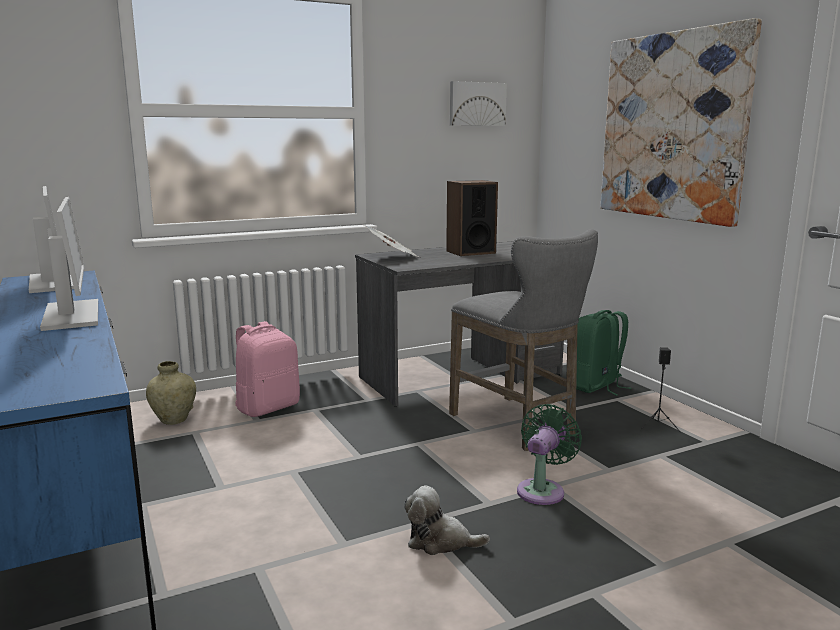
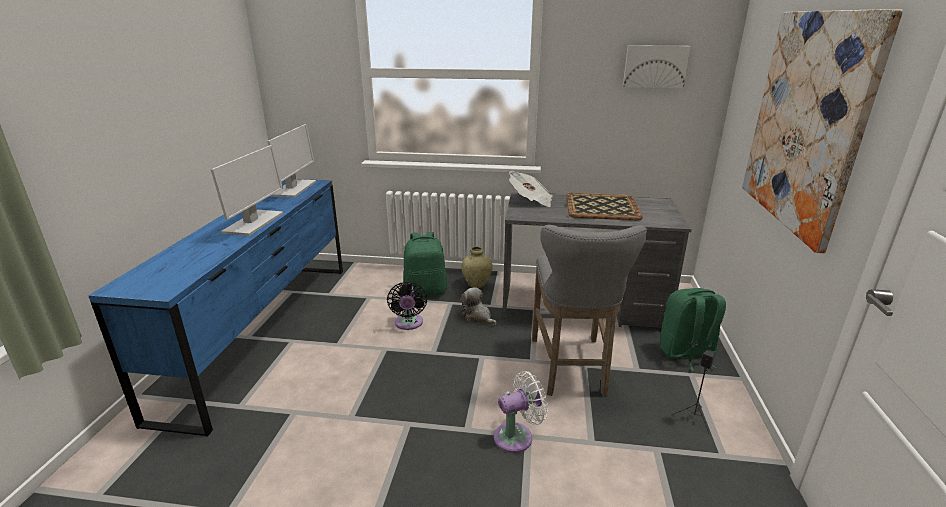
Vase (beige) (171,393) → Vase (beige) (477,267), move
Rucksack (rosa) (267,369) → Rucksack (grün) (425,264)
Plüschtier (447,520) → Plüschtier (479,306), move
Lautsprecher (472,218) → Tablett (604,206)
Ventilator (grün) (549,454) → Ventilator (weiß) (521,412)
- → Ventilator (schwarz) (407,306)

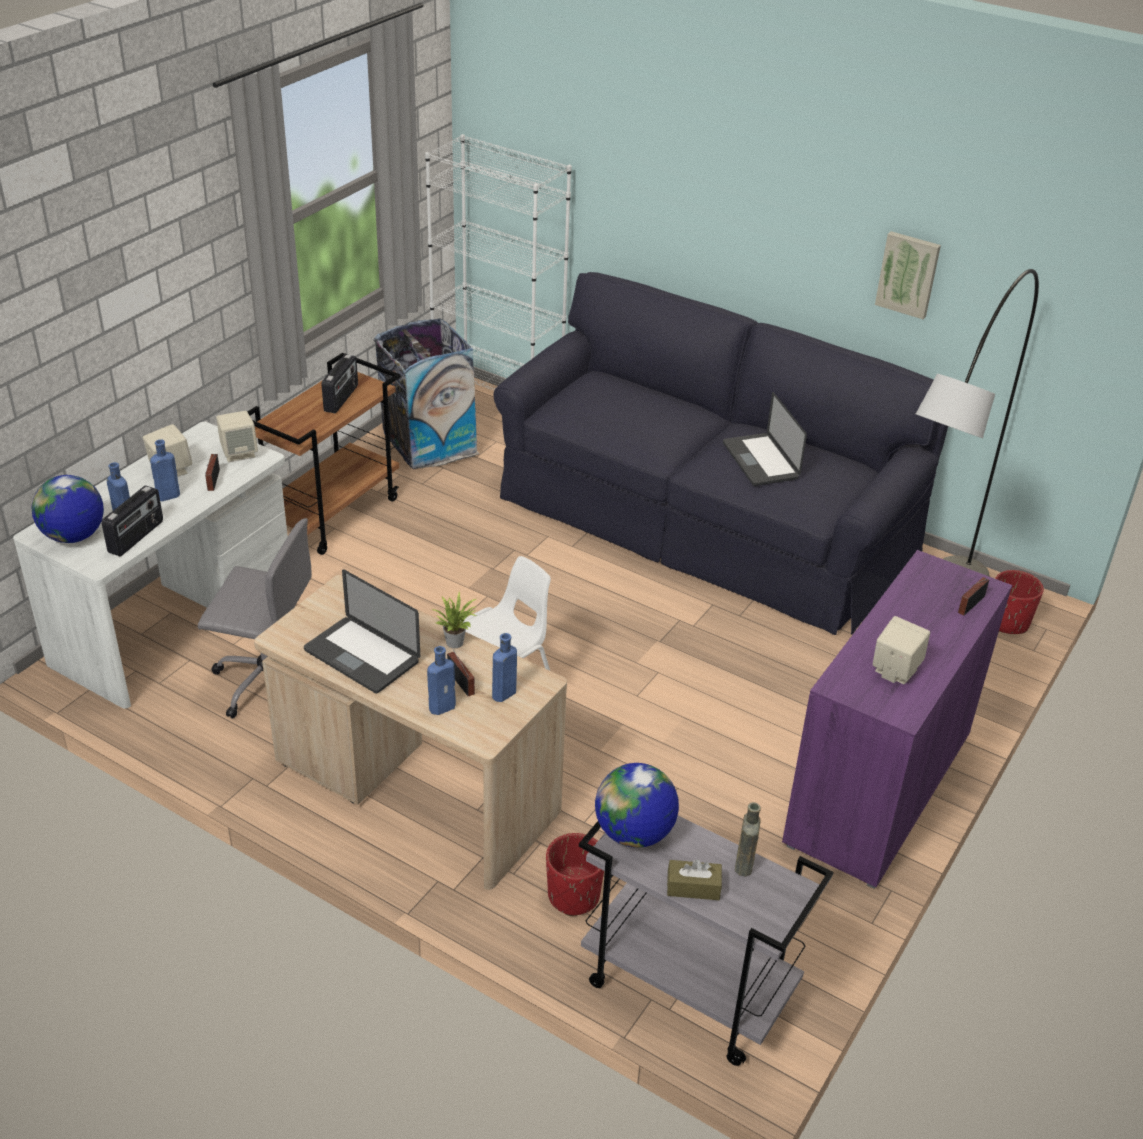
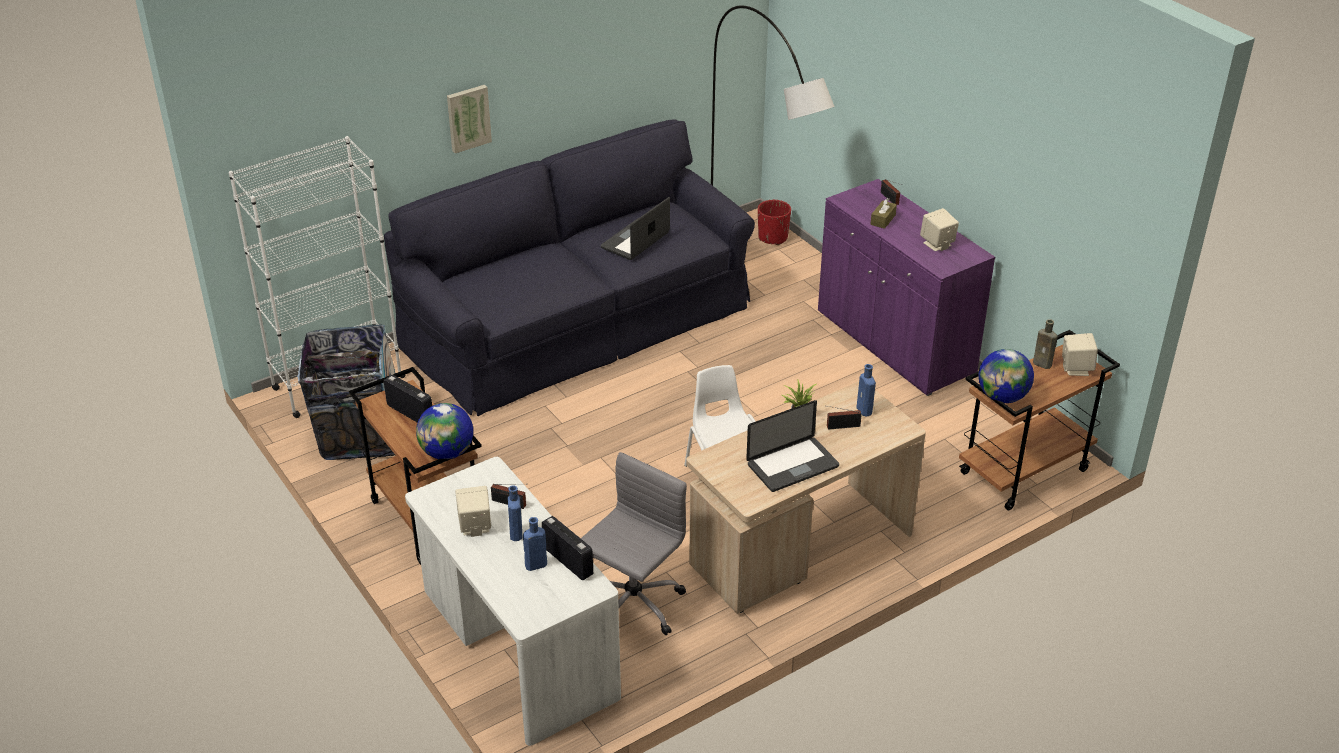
Globus (68,509) → Globus (444,431), move
Lautsprecher (beige) (237,436) → Lautsprecher (beige) (1080,354), move
Flasche (blau) (441,680) → -
Pflanzkübel (rot) (575,874) → -
Rollwagen (grau) (706,941) → Rollwagen (braun) (1039,420)
Taschentuchbox (braun) (694,879) → Taschentuchbox (braun) (883,213), move
Laptop (765,439) → Laptop (635,228), 120 degrees clockwise
Bild (908,275) → Bild (469,119), move

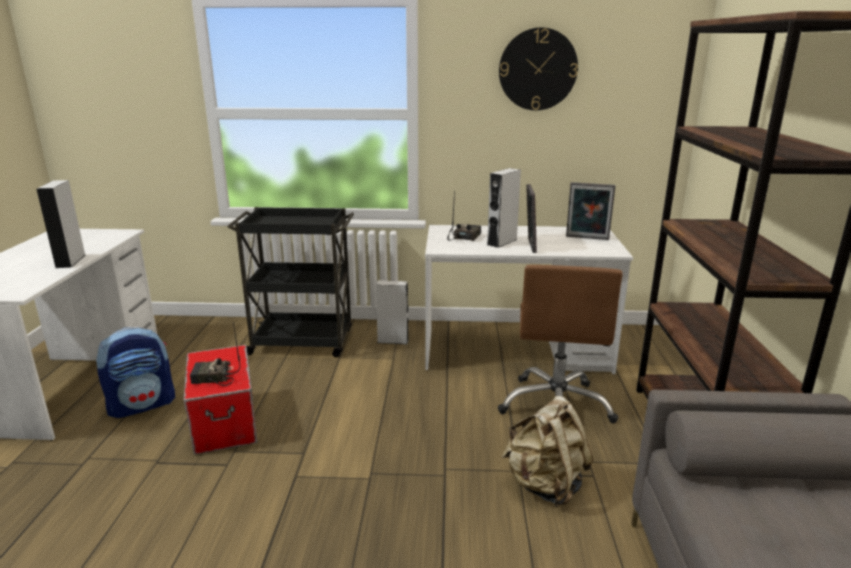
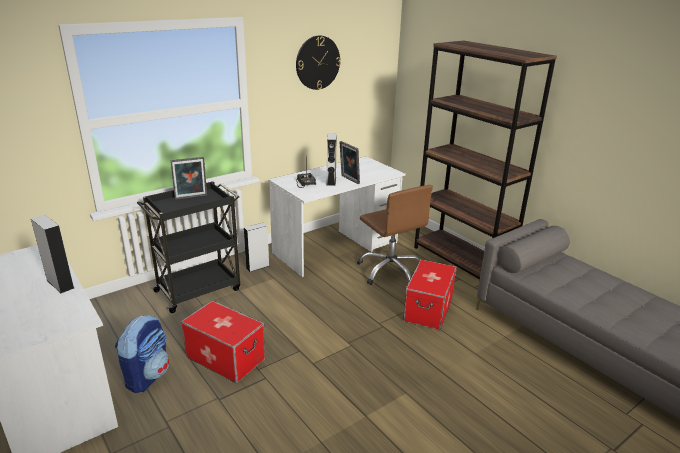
Radio (215,354) → -
Rucksack (beige) (547,451) → Aufbewahrungsbox (430,294)
Bilderrahmen (590,211) → Bilderrahmen (188,178), move

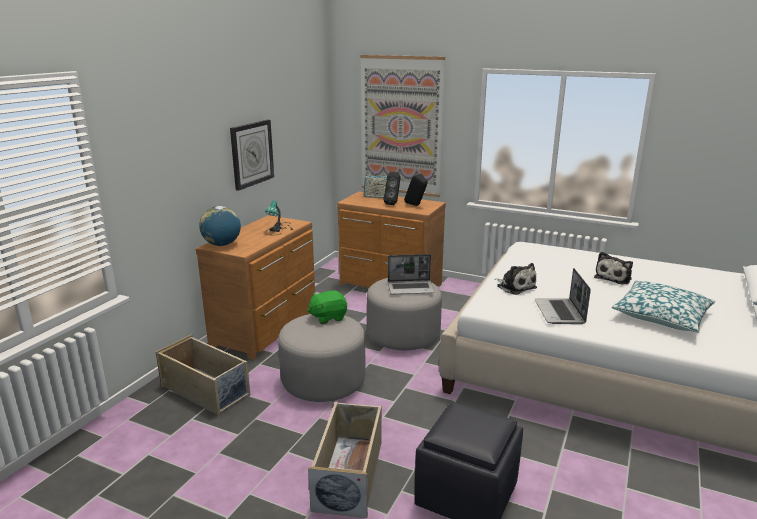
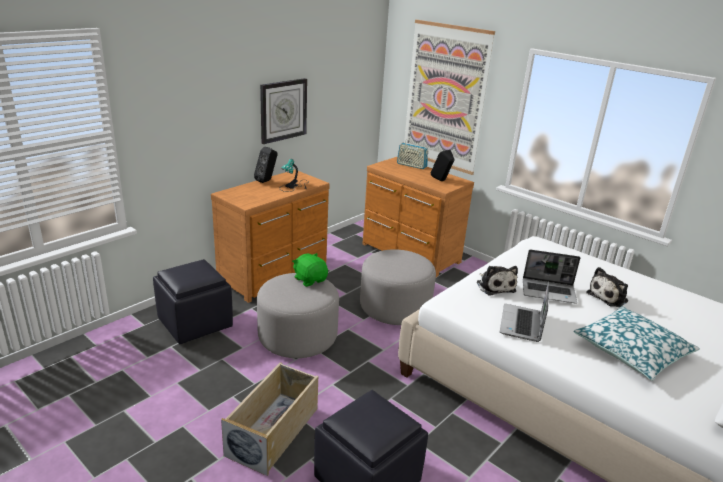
Aufbewahrungsbox (beige) (203,375) → Polsterhocker (schwarz) (193,301)
Globus (220,226) → -
Plüschtier (grün) (327,307) → Plüschtier (grün) (310,270), 60 degrees clockwise
Lautsprecher (schwarz) (392,188) → Lautsprecher (schwarz) (265,165), move
Laptop (411,274) → Laptop (551,276), move

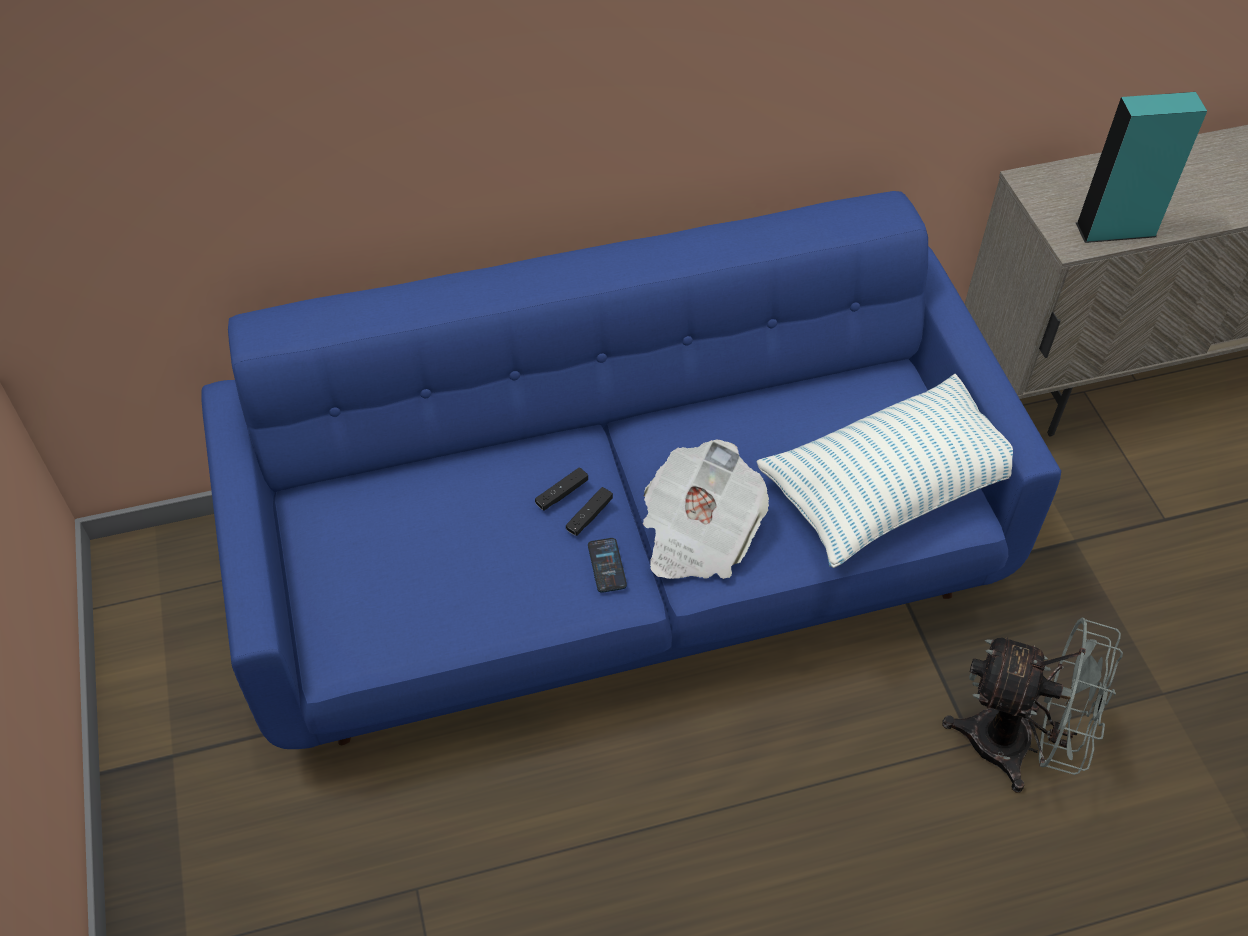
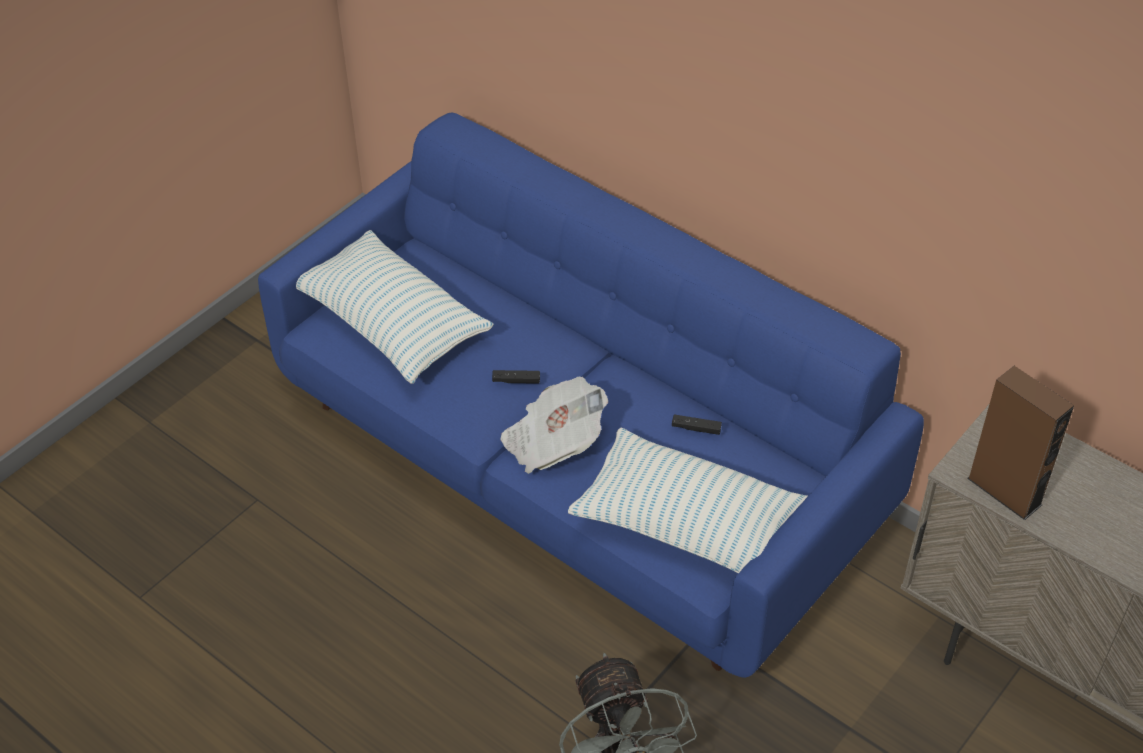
Gamepad (schwarz) (561,489) → Gamepad (schwarz) (697,424), move
Handy (607,565) → -
Lautsprecher (türkis) (1141,167) → Lautsprecher (braun) (1020,443)
- → Kissen (395,307)

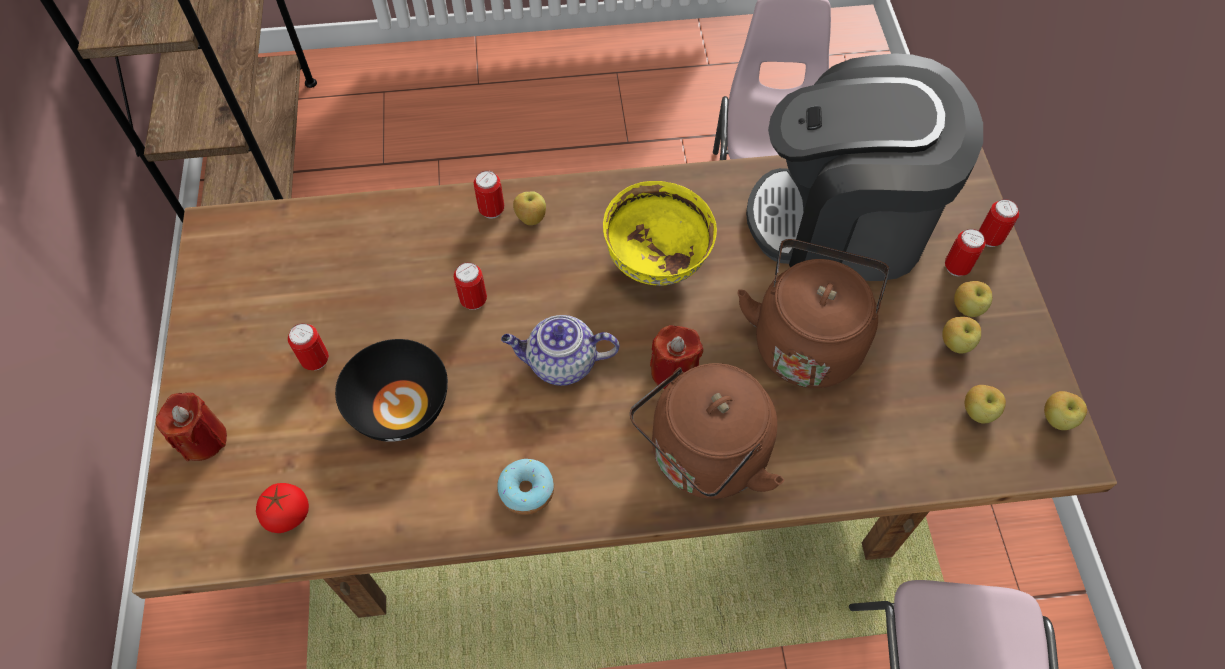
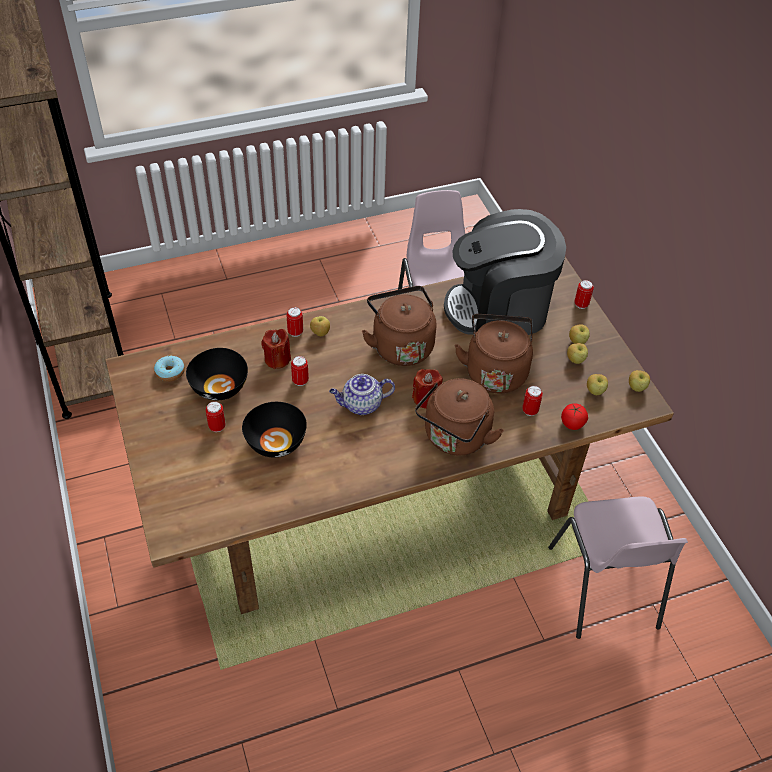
Kerze (rot) (191,427) → Kerze (rot) (276,349), move
Tomate (282,508) → Tomate (574,416), move
Donut (525,487) → Donut (169,368), move
Schüssel (gelb) (660,233) → Wasserkessel (braun) (399,326)
Dose (965,252) → Dose (532,401), move
- → Schüssel (schwarz) (217,374)

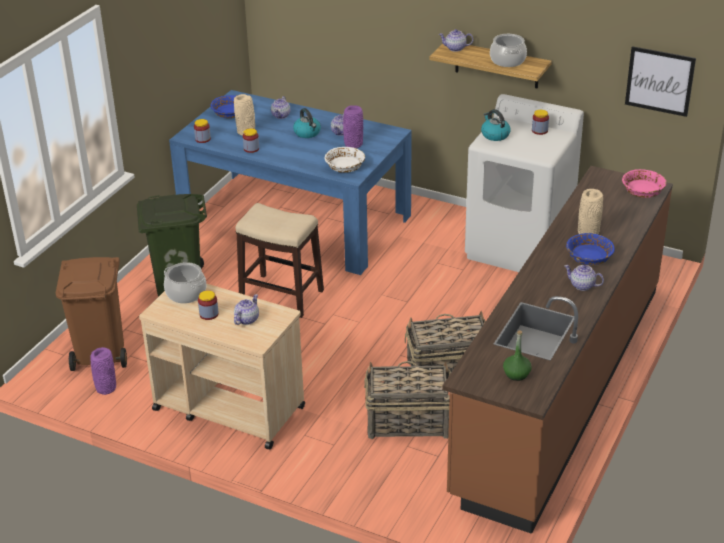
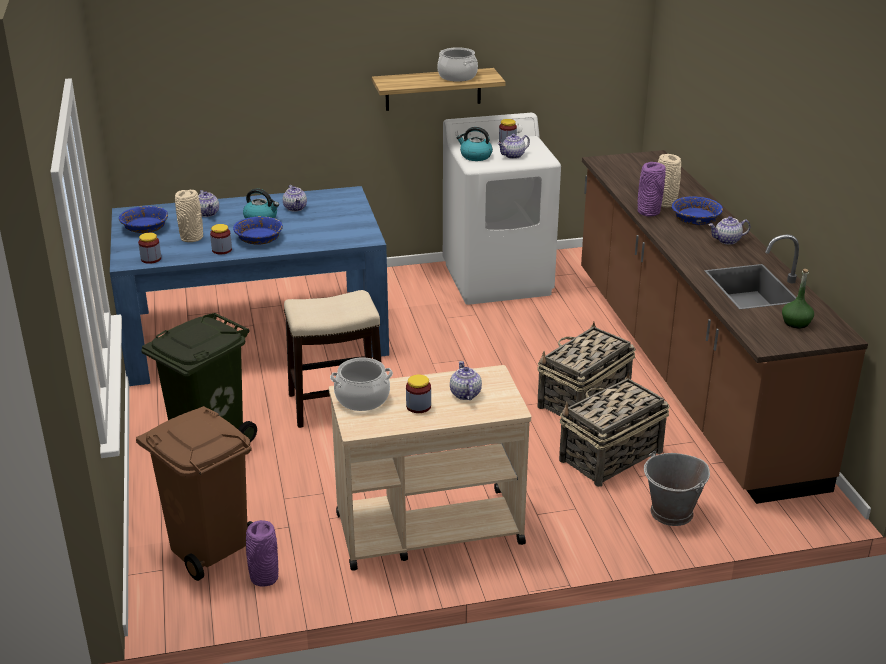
Schüssel (weiß) (345,160) → -
Vase (lila) (353,126) → Vase (lila) (652,189), move
Teekanne (456,40) → Teekanne (513,146), move
Schüssel (rosa) (644,183) → -
Bild (660,81) → -
- → Schüssel (blau) (258,230)
- → Eimer (grau) (677,488)

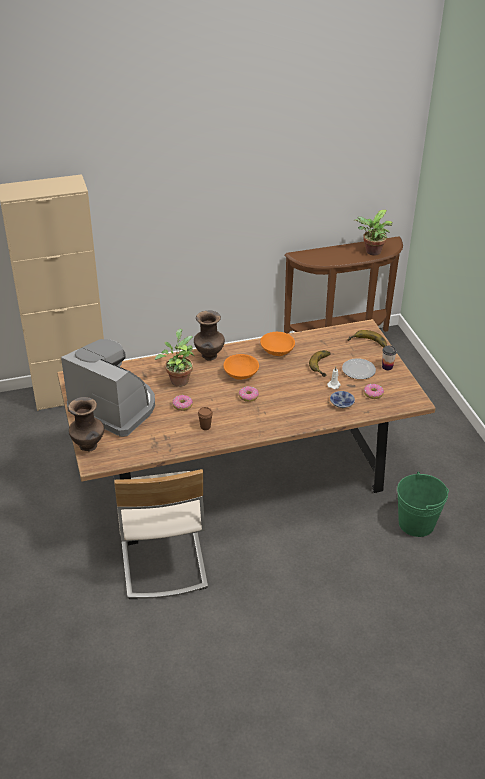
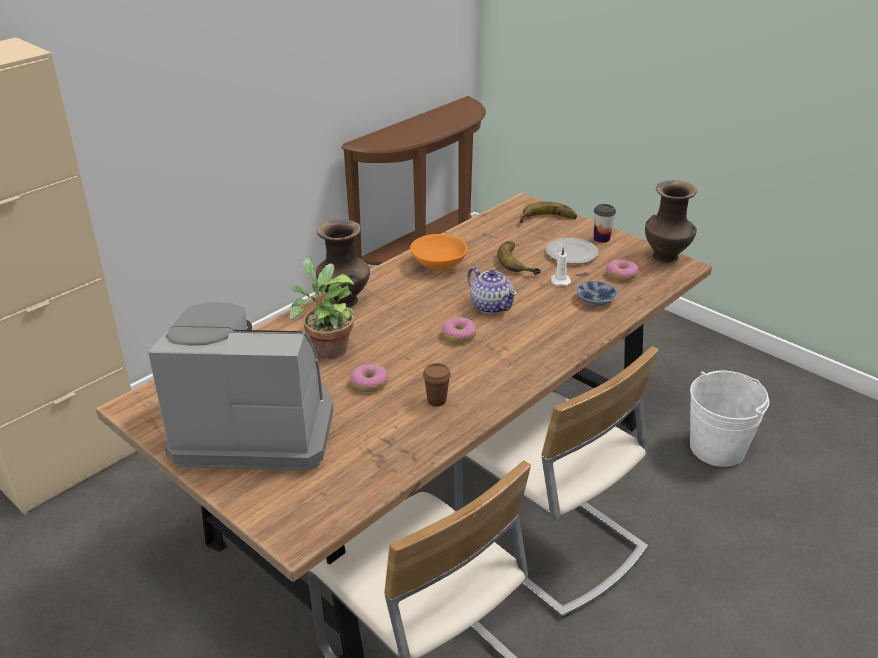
Vase (braun) (86,424) → Vase (braun) (671,221), move
Schüssel (orange) (241,367) → -
Topfpflanze (373,232) → -
Eimer (grün) (423,504) → Eimer (weiß) (729,419)
- → Stuhl (beige) (556,482)
- → Teekanne (492,290)

